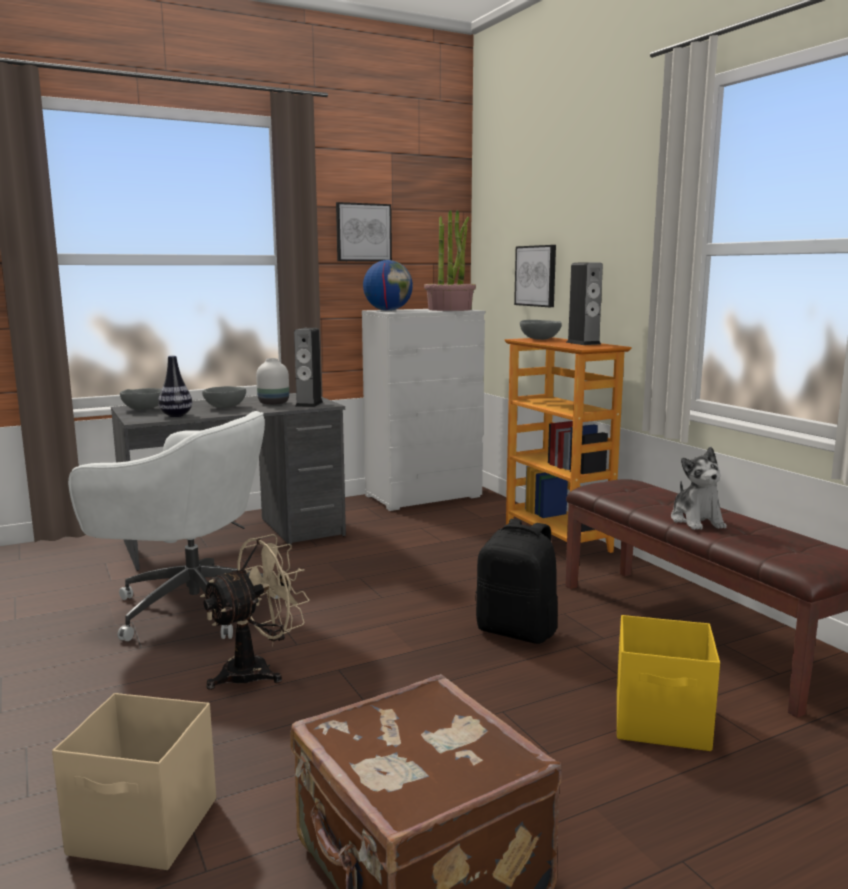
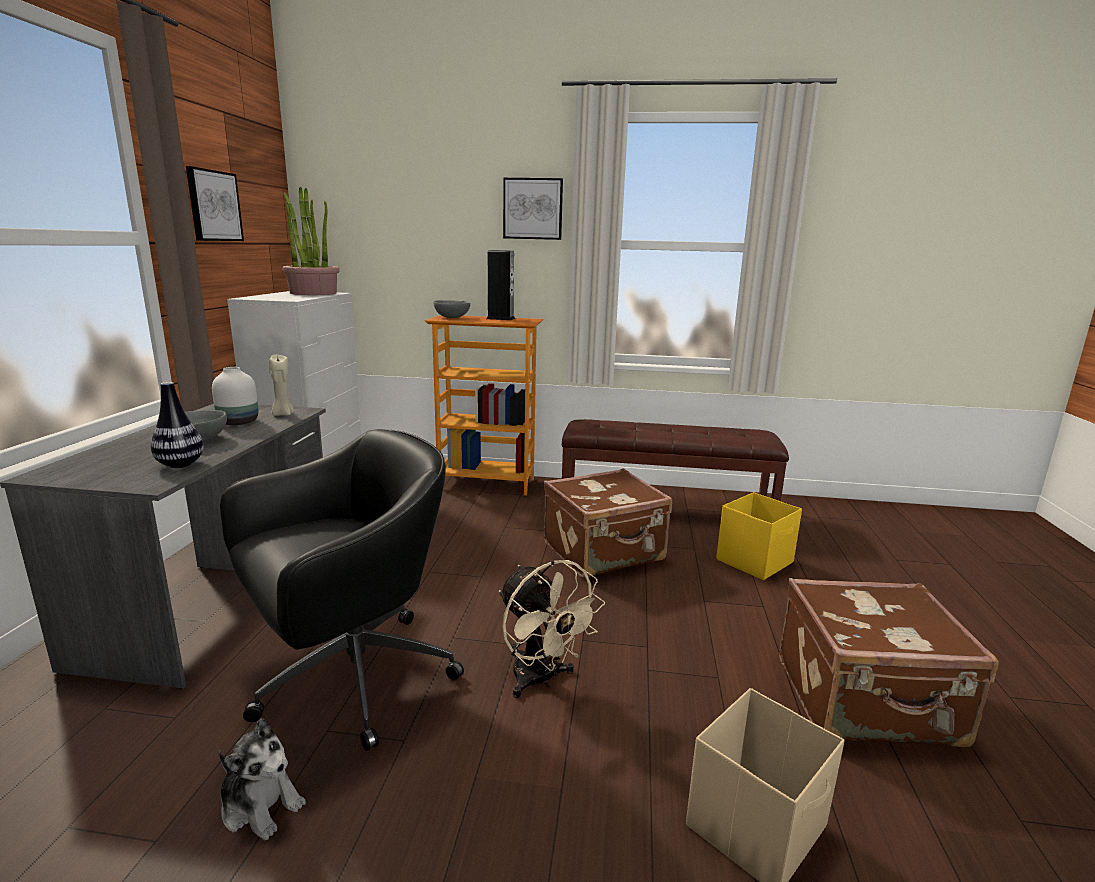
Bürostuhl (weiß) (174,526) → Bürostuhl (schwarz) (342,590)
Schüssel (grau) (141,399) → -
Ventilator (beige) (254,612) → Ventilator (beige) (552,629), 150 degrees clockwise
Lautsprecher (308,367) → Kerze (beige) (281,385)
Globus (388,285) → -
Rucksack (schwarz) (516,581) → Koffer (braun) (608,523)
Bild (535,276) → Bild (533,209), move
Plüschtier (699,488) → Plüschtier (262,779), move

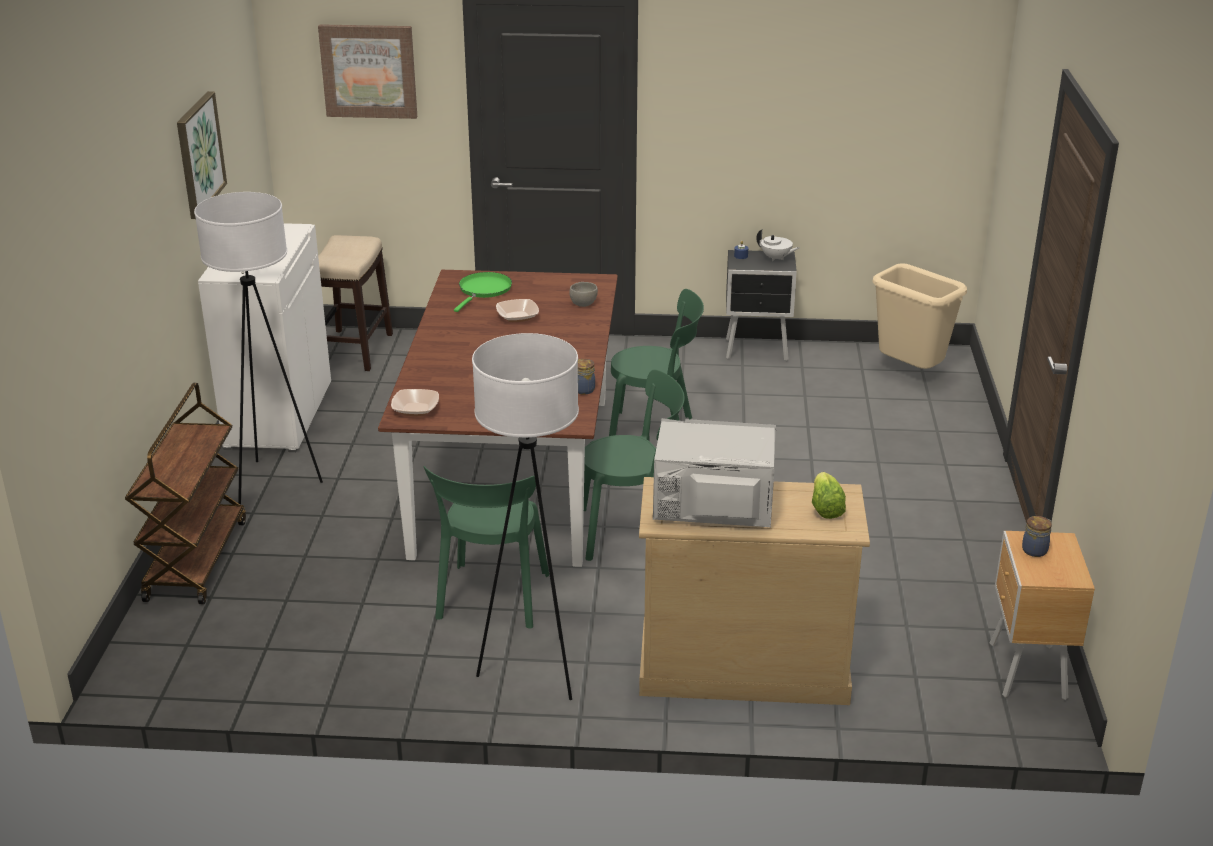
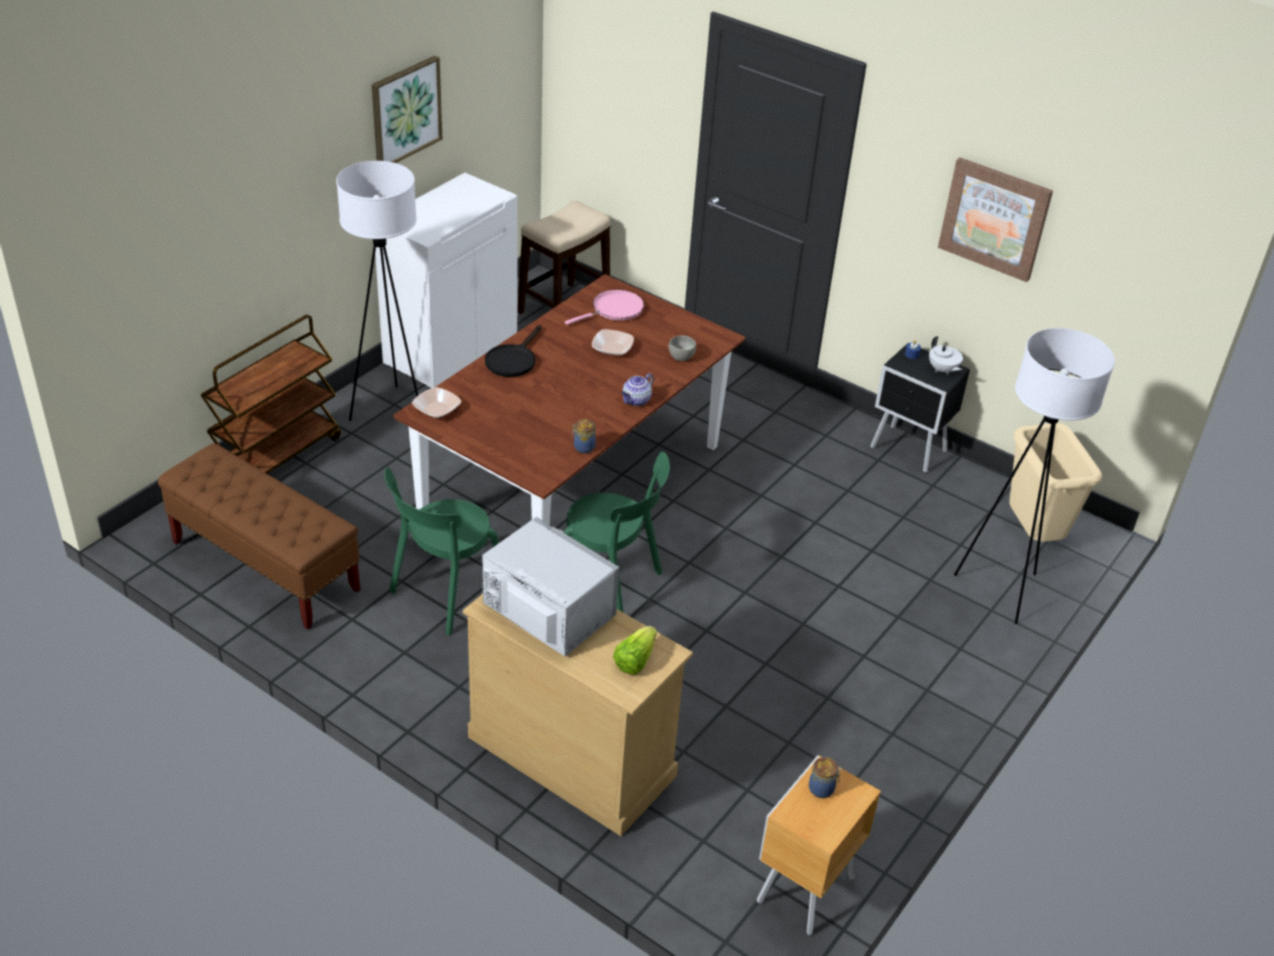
Bild (367,71) → Bild (995,219), move
Pfanne (grün) (483,292) → Pfanne (rosa) (604,307)
Stehlampe (weiß) (525,516) → Stehlampe (weiß) (1034,476), move
Stuhl (grün) (656,362) → -
- → Bank (braun) (259,536)
- → Pfanne (schwarz) (513,351)
- → Teekanne (637,389)

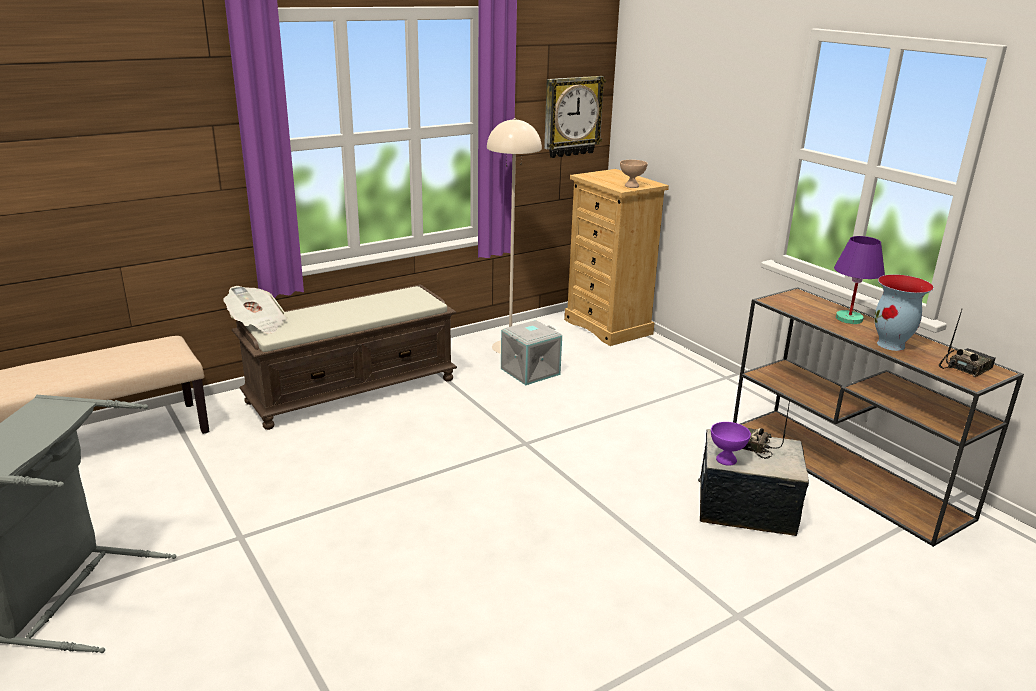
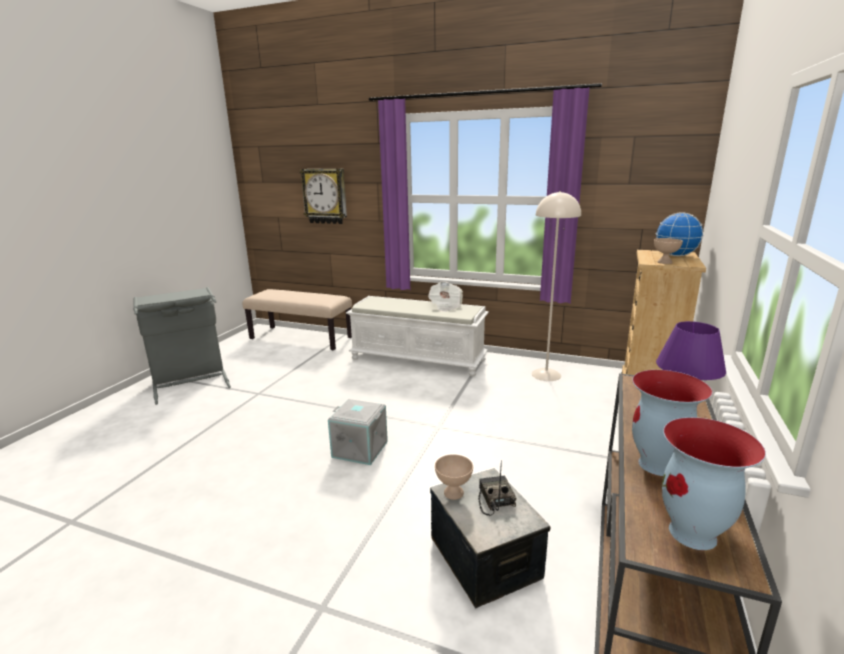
Zeitung (255,310) → Zeitung (445,296), move
Bank (braun) (344,357) → Bank (weiß) (417,336)
Aufbewahrungsbox (grau) (531,352) → Aufbewahrungsbox (grau) (358,432), move
Wanduhr (575,117) → Wanduhr (323,196), move
Schüssel (lila) (731,444) → Schüssel (beige) (454,477)
Radio (967,343) → Vase (714,483)
- → Globus (680,234)

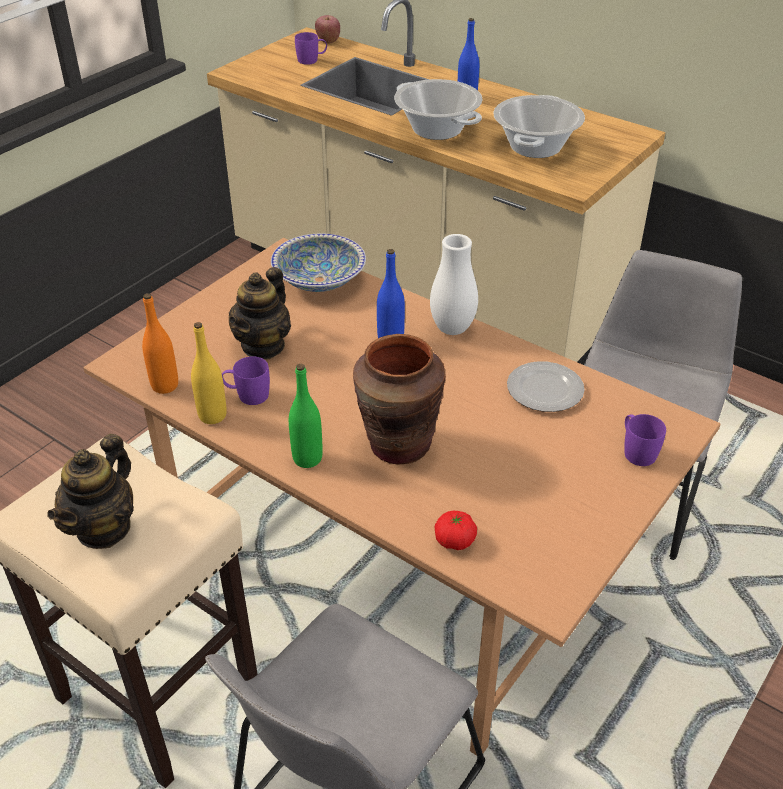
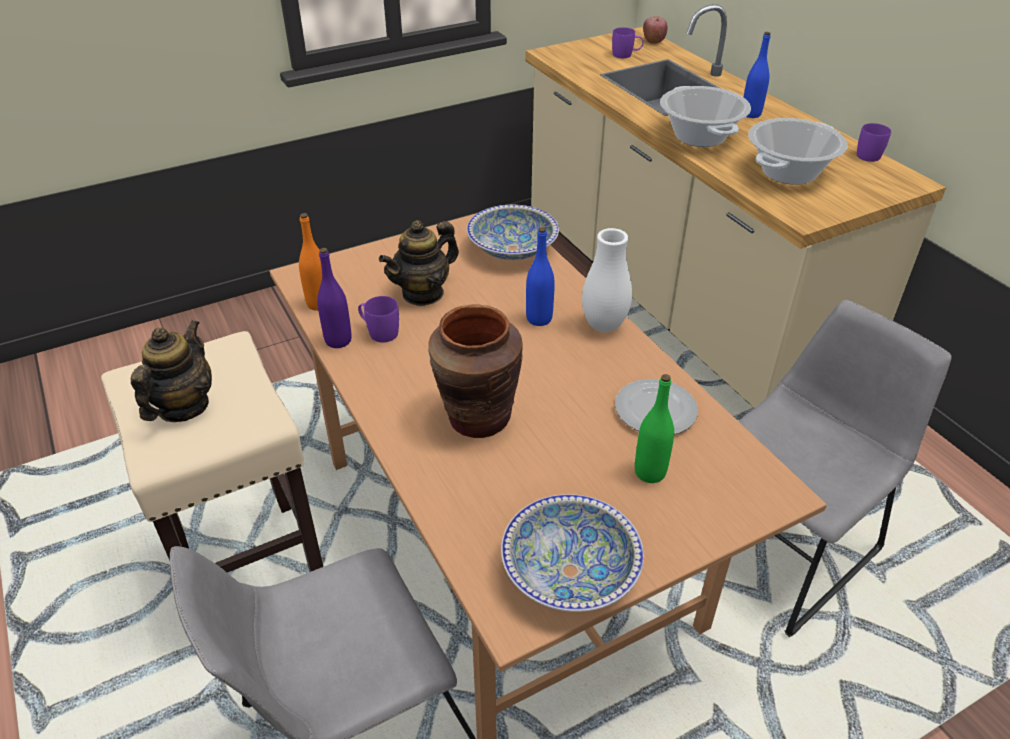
Teekanne (90,491) → Teekanne (171,371), 150 degrees clockwise
Flasche (gelb) (209,373) → Flasche (lila) (334,298)
Flasche (grün) (306,416) → Flasche (grün) (654,428), move
Tomate (456,530) → -
Henkelbecher (lila) (645,440) → Henkelbecher (lila) (874,142), move
- → Schüssel (572,553)

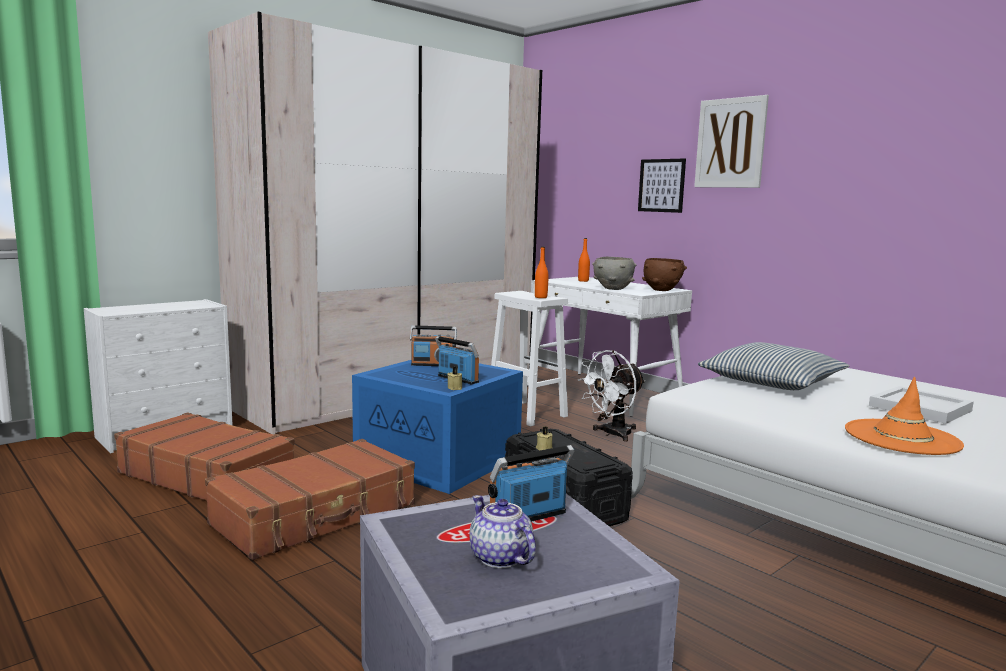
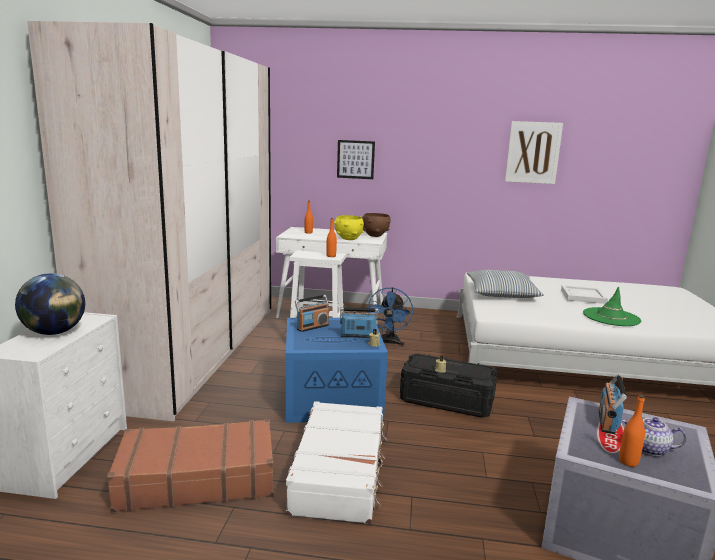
Koffer (braun) (310,499) → Koffer (weiß) (336,462)
Ventilator (weiß) (611,396) → Ventilator (blau) (390,316)
Schüssel (grau) (614,273) → Schüssel (gelb) (349,227)
Bild (731,141) → Bild (534,152), move
Hut (orange) (904,416) → Hut (grün) (612,306)
- → Globus (50,304)
- → Flasche (orange) (632,431)

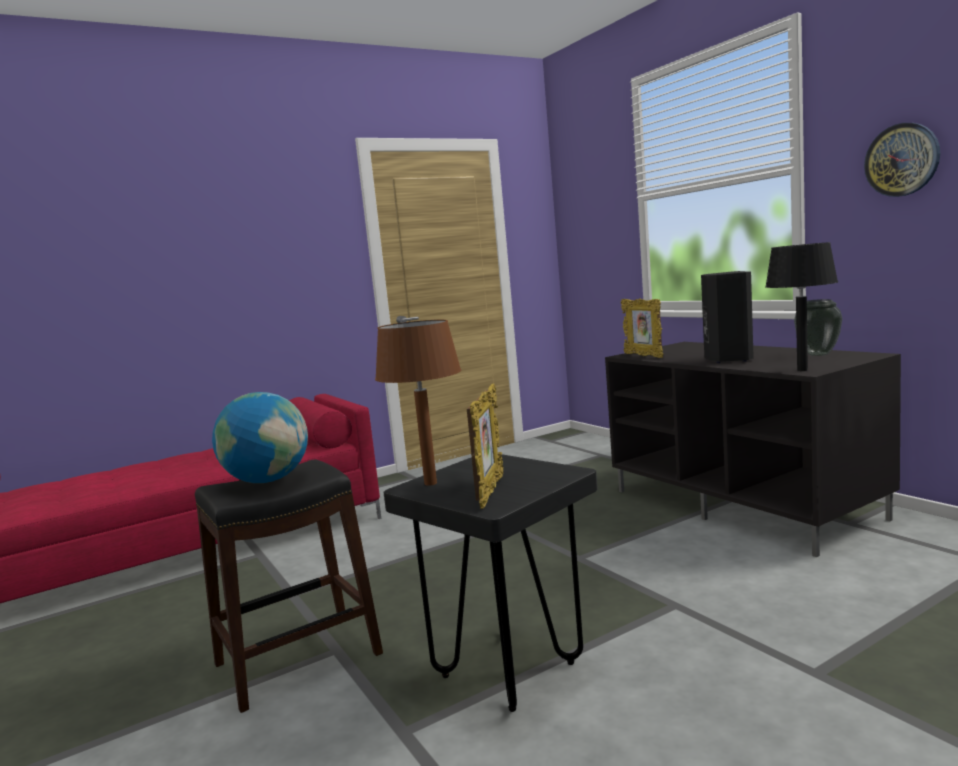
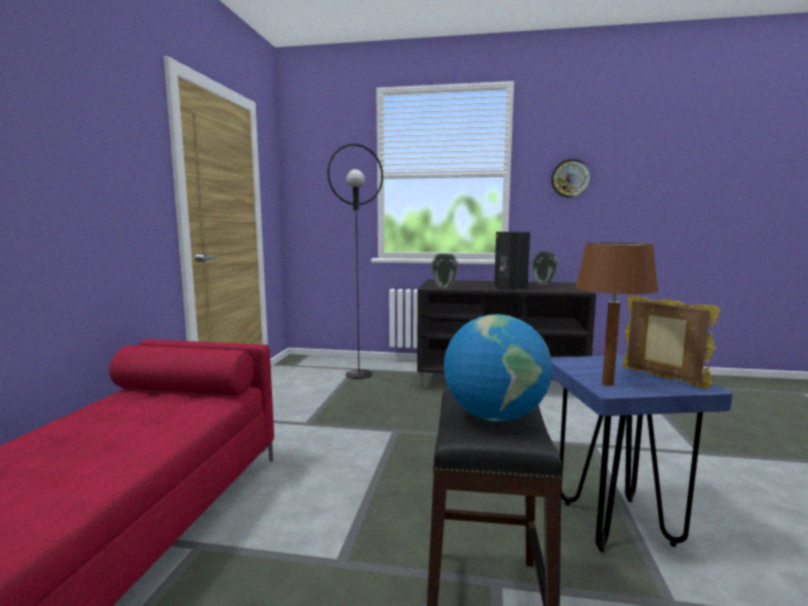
Hocker (schwarz) (490,583) → Hocker (blau) (642,453)
Bilderrahmen (642,328) → Vase (444,271)
Tischlampe (schwarz) (801,306) → -
- → Stehlampe (schwarz) (355,261)

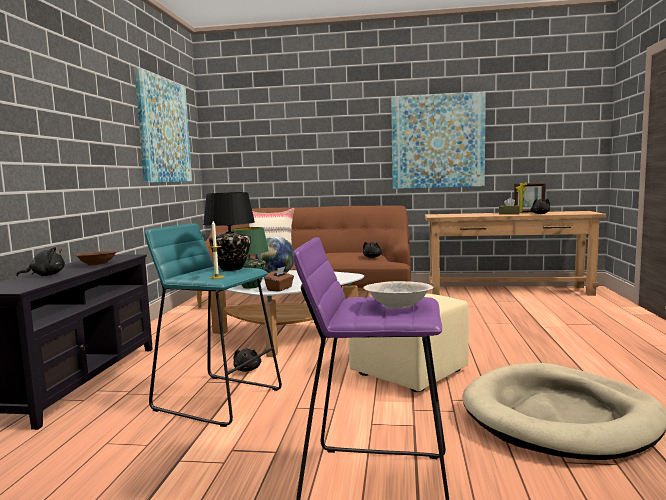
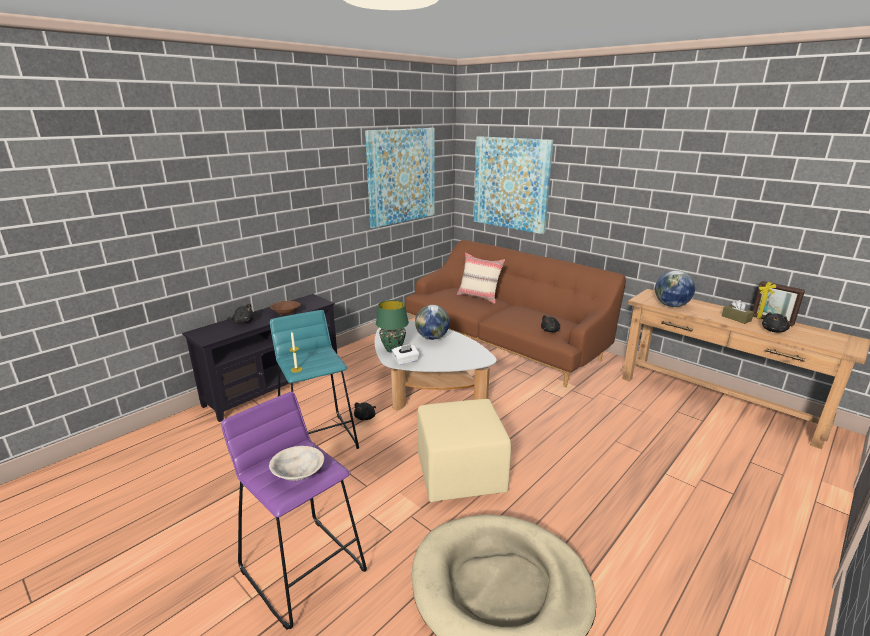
Tischlampe (schwarz) (229,231) → -
Taschentuchbox (braun) (279,279) → Taschentuchbox (weiß) (405,354)
Bild (438,140) → Bild (513,185), move
- → Globus (675,288)

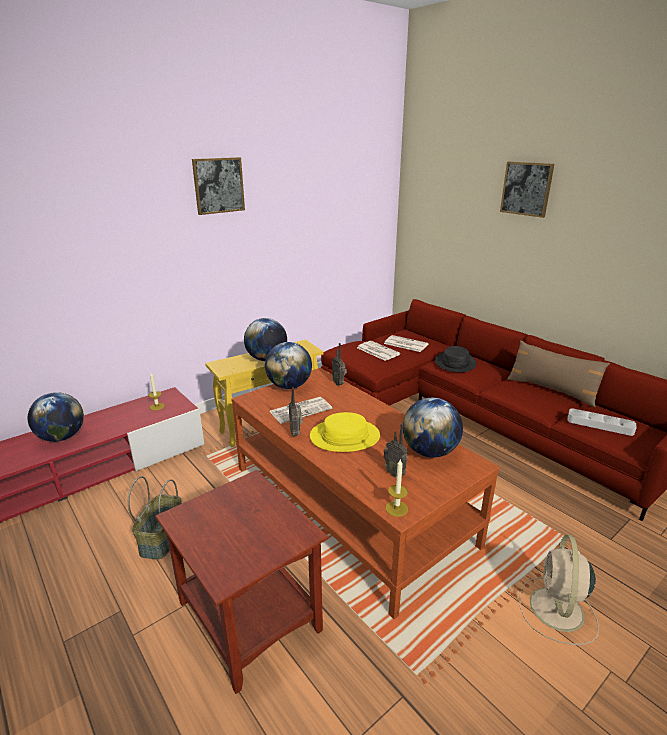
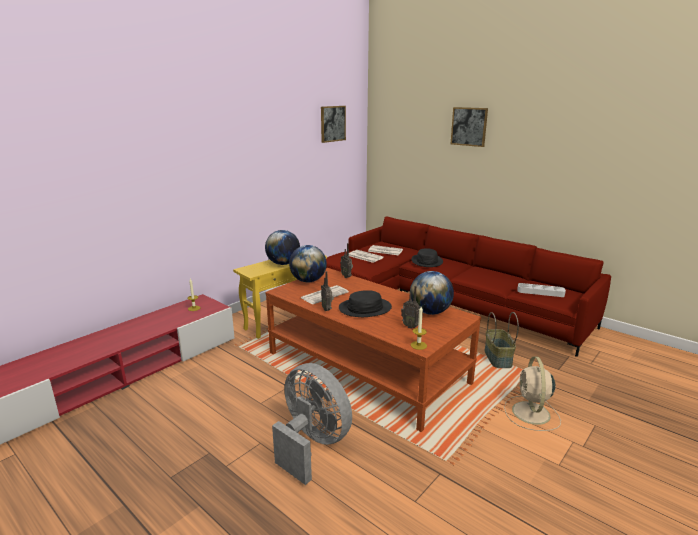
Globus (56,417) → -
Korb (154,518) → Korb (501,340), move
Beistelltisch (braun) (241,582) → Ventilator (grau) (312,424)
Bild (218,186) → Bild (333,124), move
Hut (gelb) (345,432) → Hut (schwarz) (365,303)
Kissen (braun) (558,373) → -

